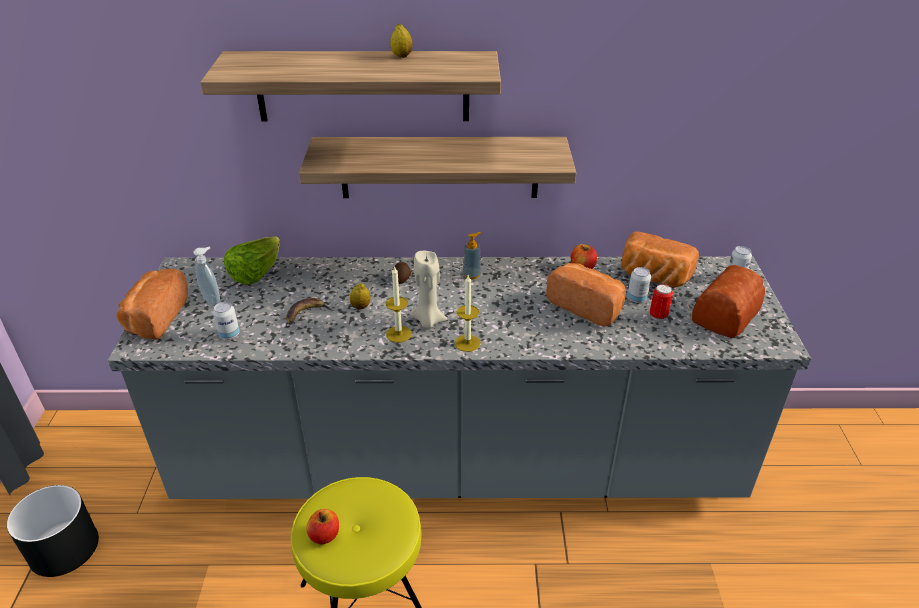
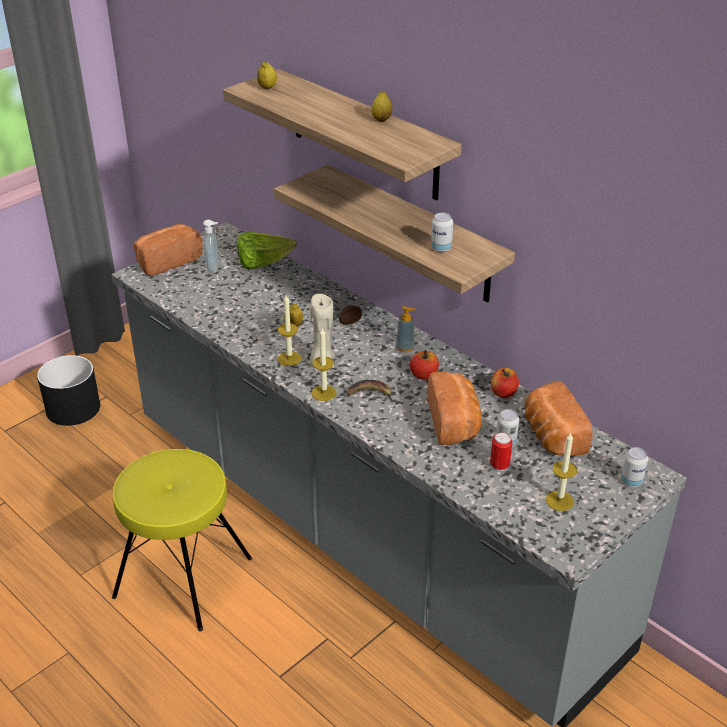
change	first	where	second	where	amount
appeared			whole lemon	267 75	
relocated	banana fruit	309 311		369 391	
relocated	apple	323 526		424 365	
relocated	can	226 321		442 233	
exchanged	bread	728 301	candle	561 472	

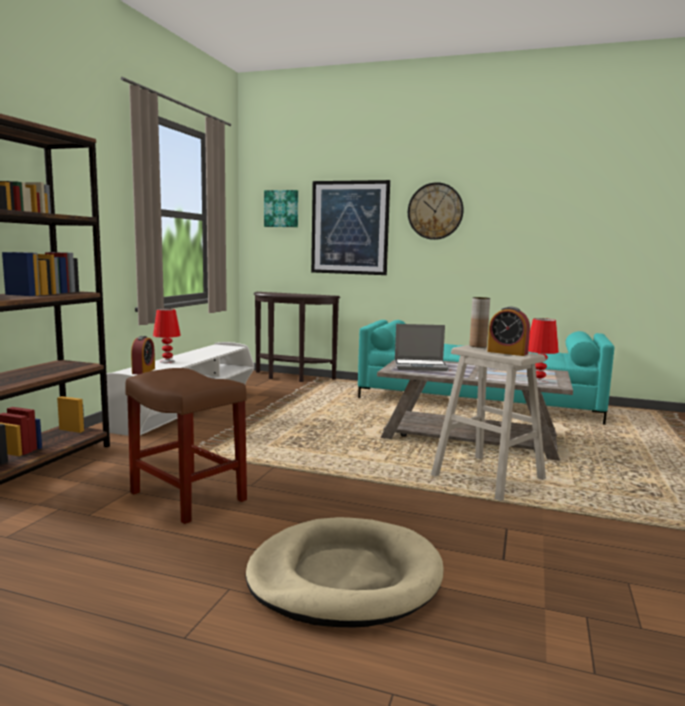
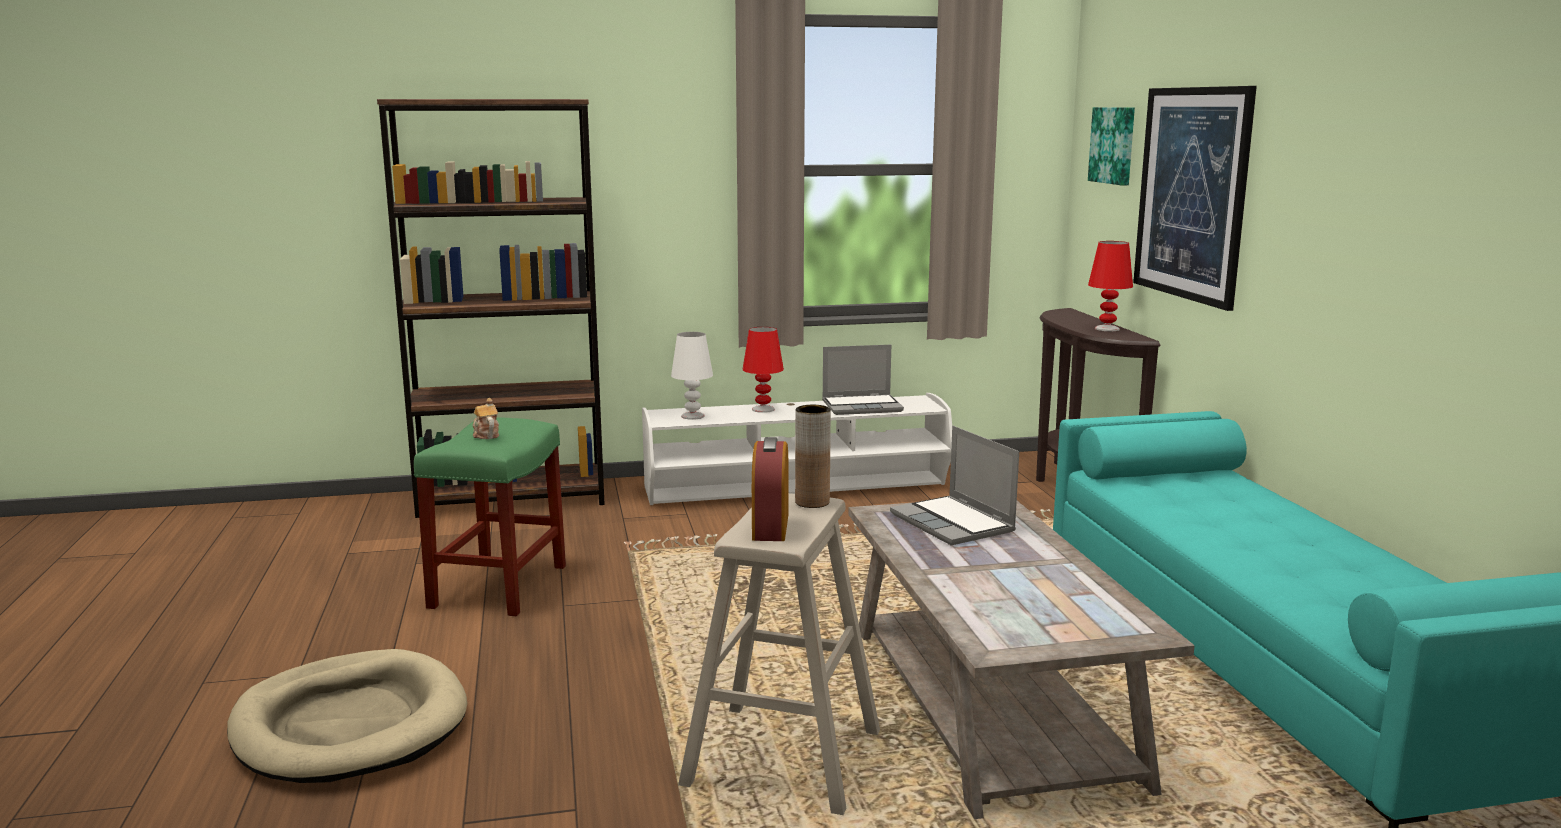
change	first	where	second	where	amount
colour	brown-coloured stool	186 446	green-coloured stool	490 517	
appeared			tea pot	485 418	
exchanged	bedside clock	143 355	white table lamp	692 376	
appeared			portable computer	863 380	
relocated	red-coloured table lamp	543 351		1110 286	
missing	wall clock	436 211			

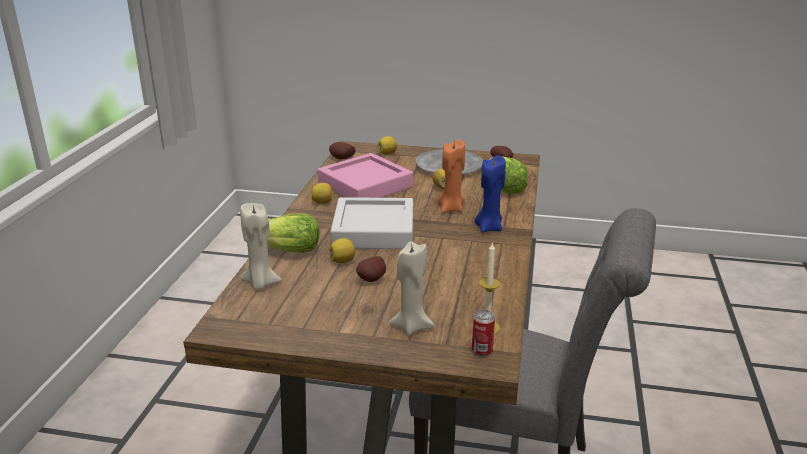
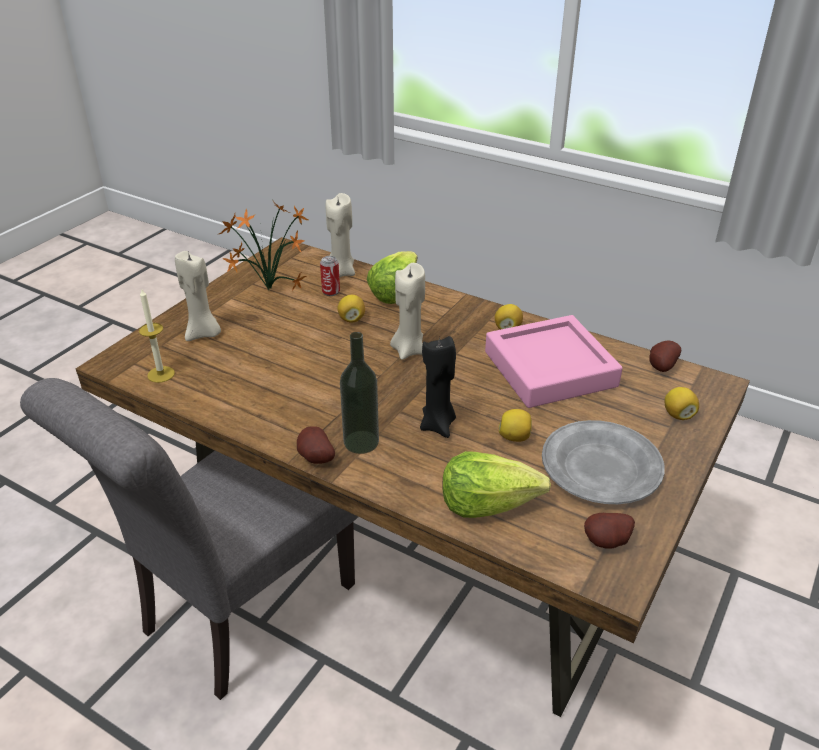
change	first	where	second	where	amount
appeared			houseplant	262 245	
relocated	potato	371 269		316 445	
relocated	can	483 333		330 276	
exchanged	bluish candle	490 194	drink bottle	359 393	
exchanged	grey tray	371 223	beige-coloured candle	407 311	
colour	orangey candle	451 175	blackish candle	438 387	

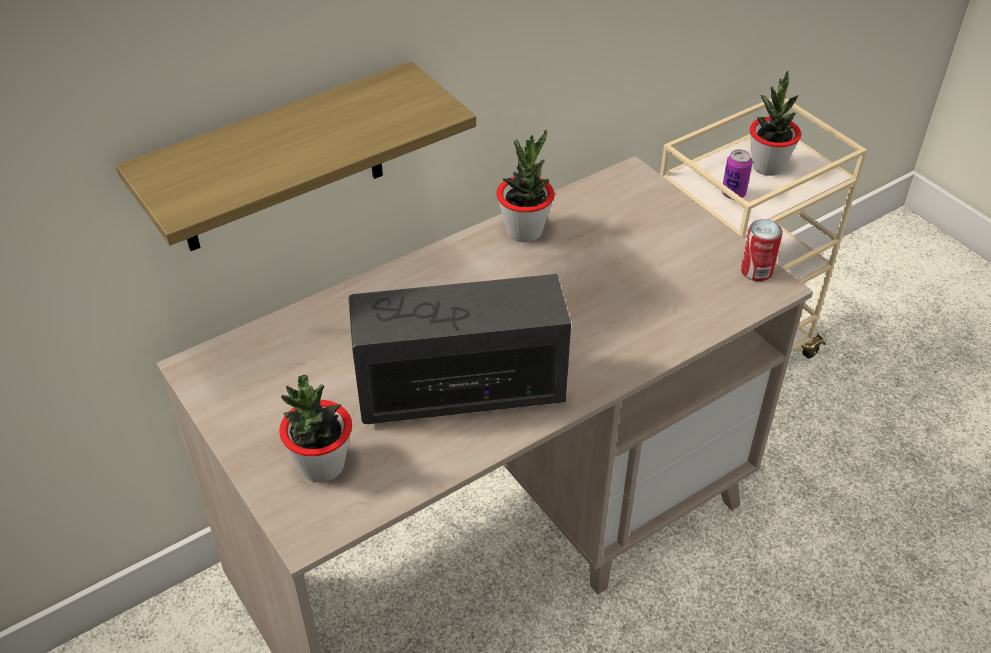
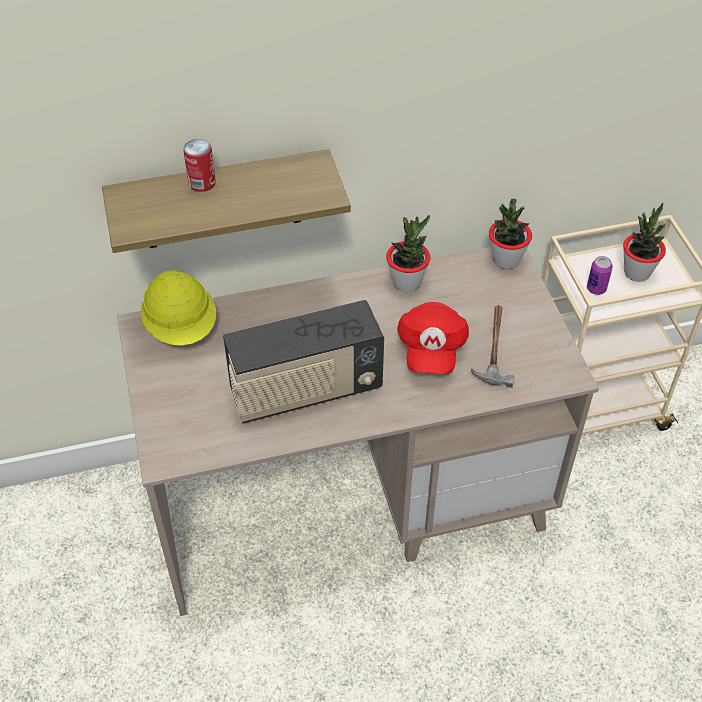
change	first	where	second	where	amount
appeared			yellow-coloured hard hat	178 307	
relocated	can	762 250		199 165	
spun	radio receiver	459 349		303 362	150 degrees clockwise
appeared			red-coloured baseball cap	433 338	
appeared			tool hammer	492 346	
relocated	houseplant	315 428		510 234	

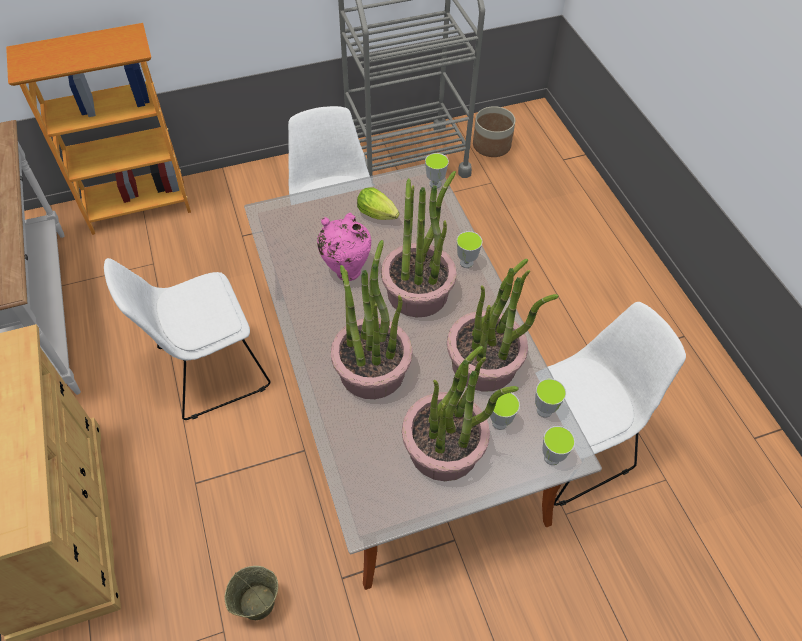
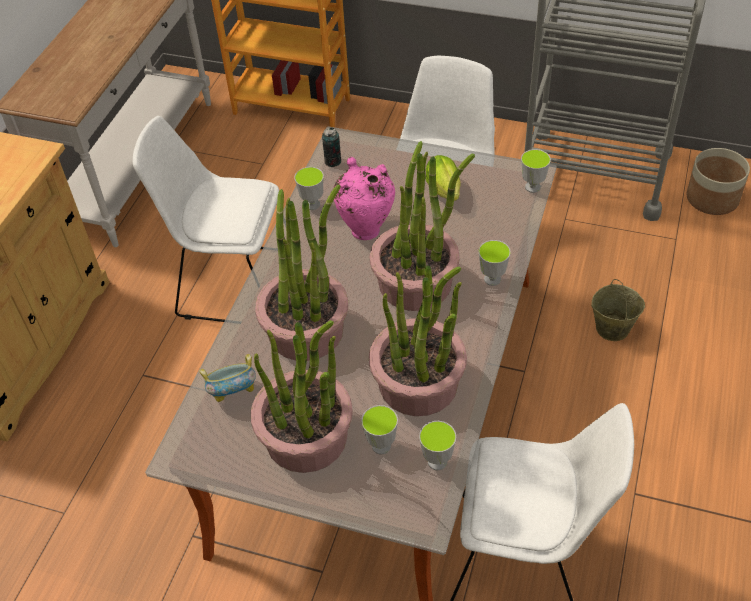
change	first	where	second	where	amount
appeared			bowl	227 378	
relocated	drinking cup	558 445		309 188	
appeared			can	331 147	
relocated	beige-coloured water bucket	251 593		618 310	

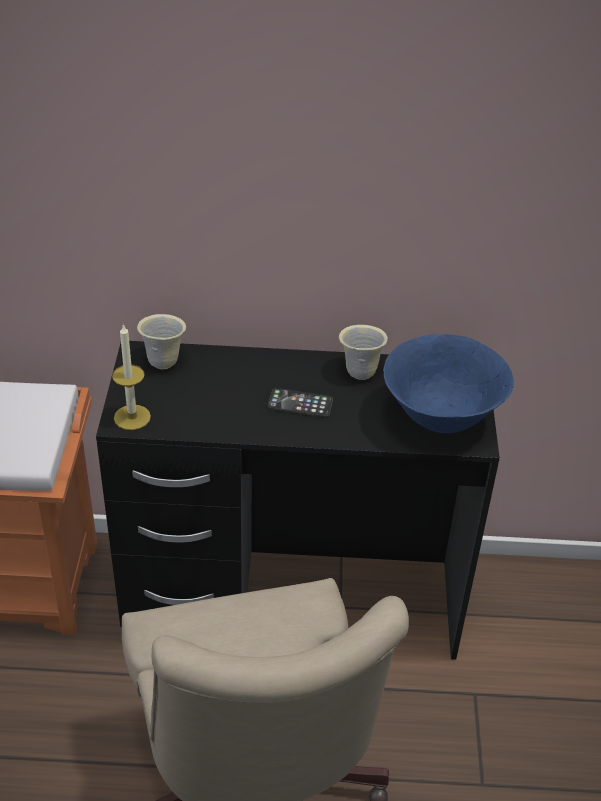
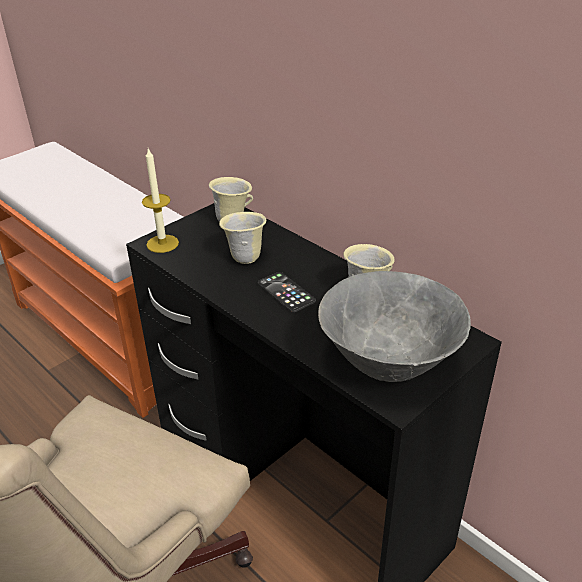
change	first	where	second	where	amount
appeared			beige-coloured tea mug	242 238	
colour	bluish bowl	448 383	grey bowl	394 326	

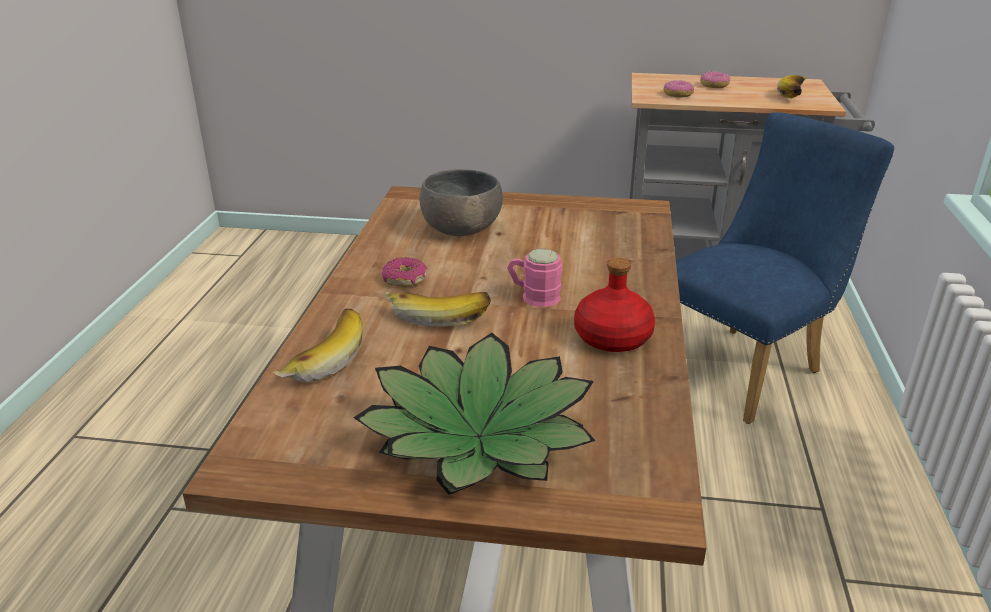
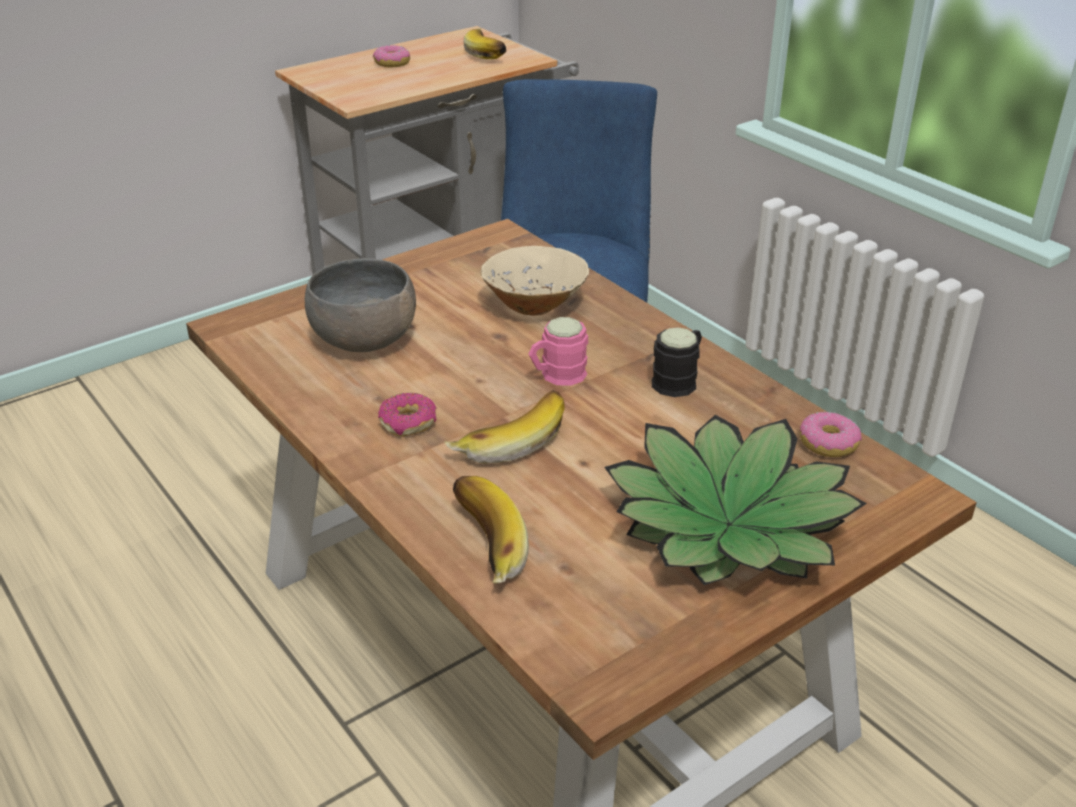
change	first	where	second	where	amount
appeared			beige-coloured bowl	534 281	
exchanged	red-coloured drink bottle	614 305	blackish tea mug	677 362	
relocated	ring doughnut	679 88		831 434	

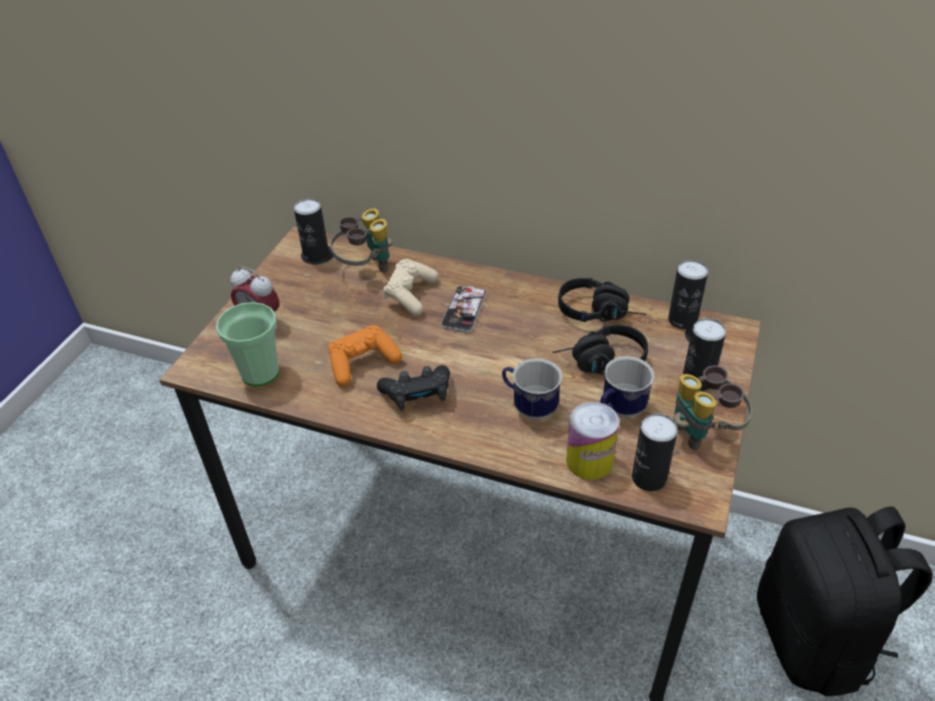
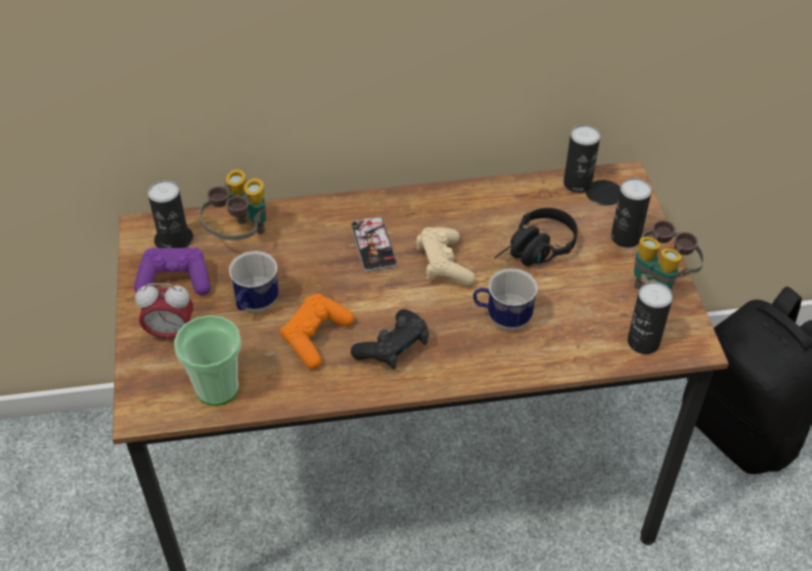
change	first	where	second	where	amount
appeared			purplish joypad	172 271	
relocated	tea mug	627 387		254 281	
relocated	beige-coloured joypad	410 287		445 256	
missing	blackish pair of headphones	602 300			
missing	can	592 441			

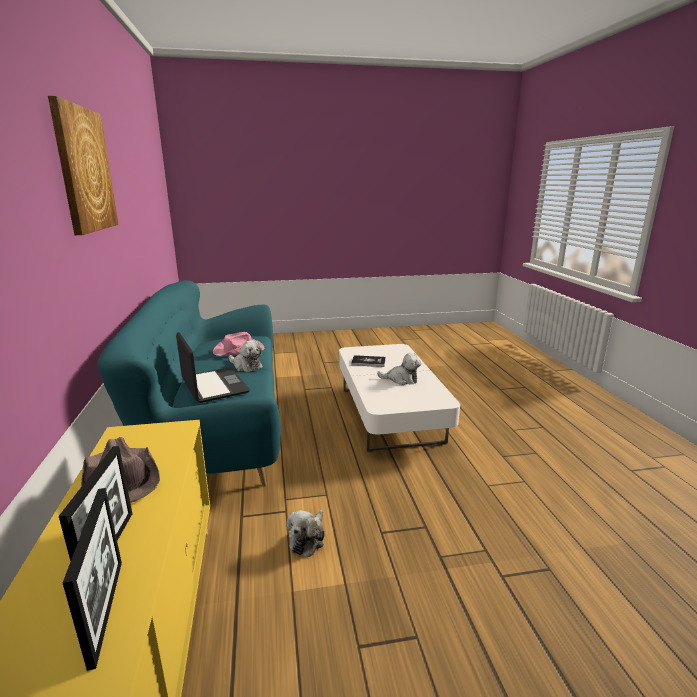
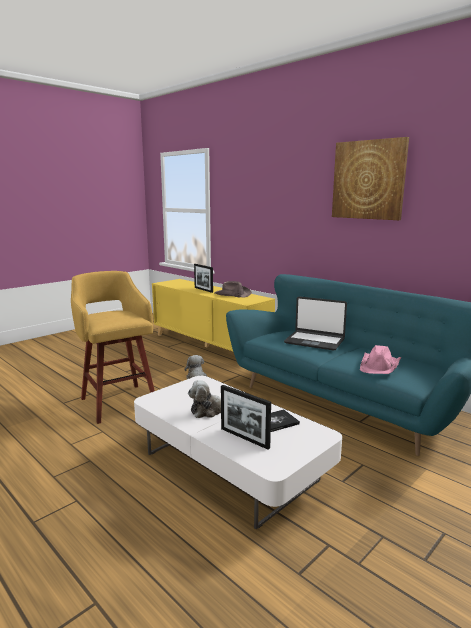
change	first	where	second	where	amount
appeared			yellow-coloured stool	113 347	
relocated	photo frame	92 579		246 417	
missing	cuddly toy	246 356			

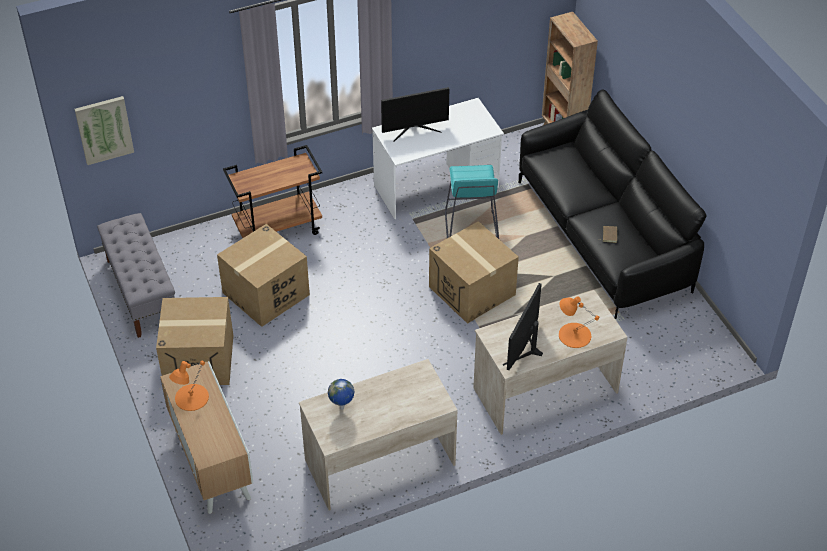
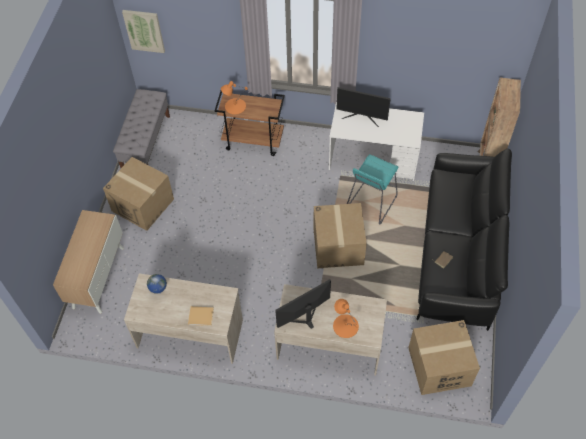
change	first	where	second	where	amount
appeared			beige-coloured volume	201 316	
relocated	orangey table lamp	189 386		234 98	
relocated	cardboard box	263 275		444 357	

